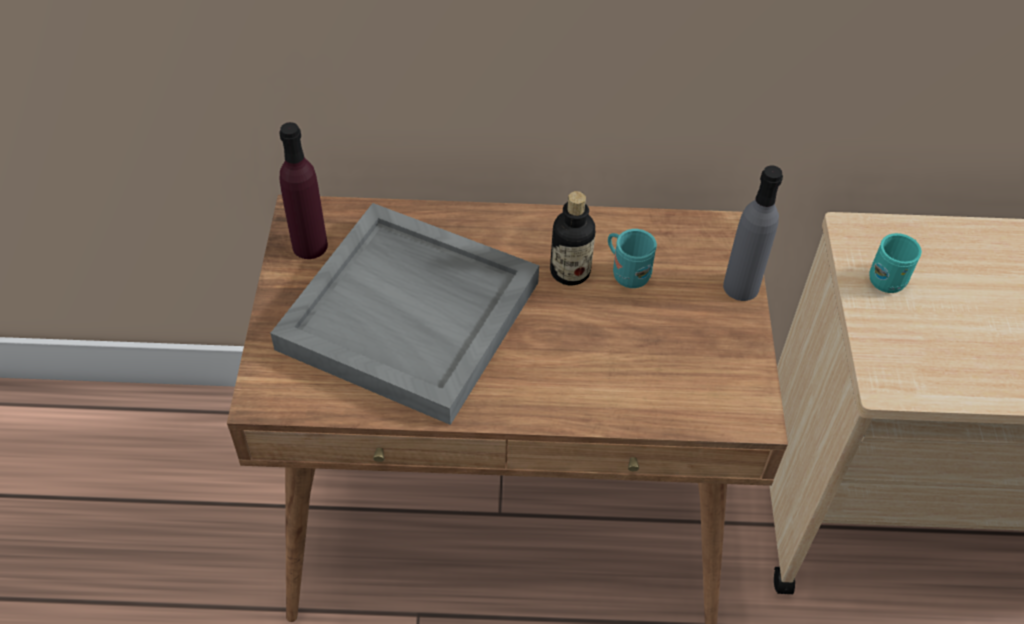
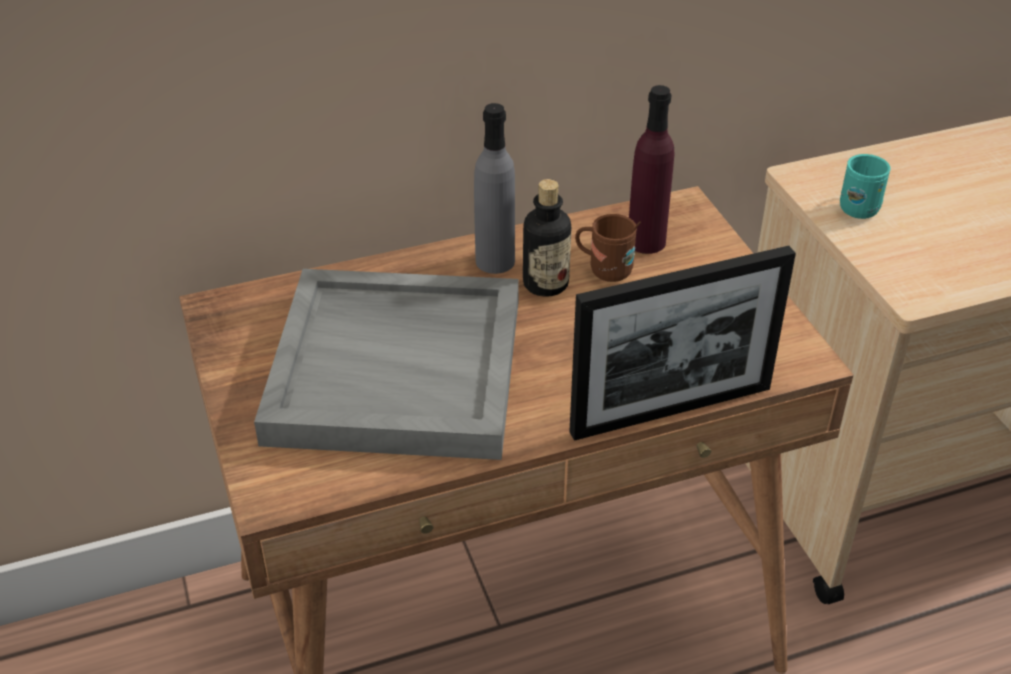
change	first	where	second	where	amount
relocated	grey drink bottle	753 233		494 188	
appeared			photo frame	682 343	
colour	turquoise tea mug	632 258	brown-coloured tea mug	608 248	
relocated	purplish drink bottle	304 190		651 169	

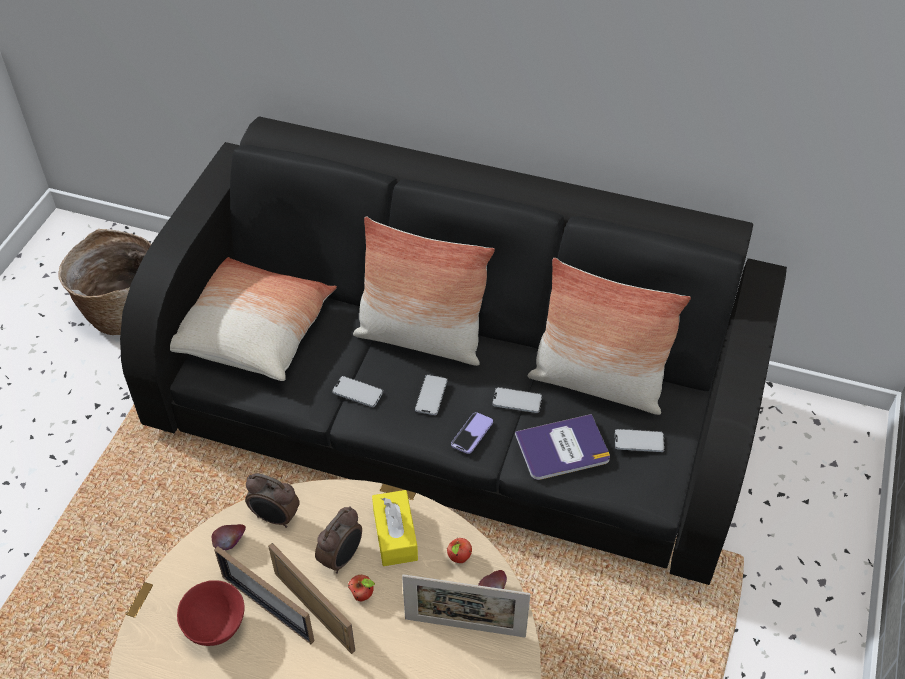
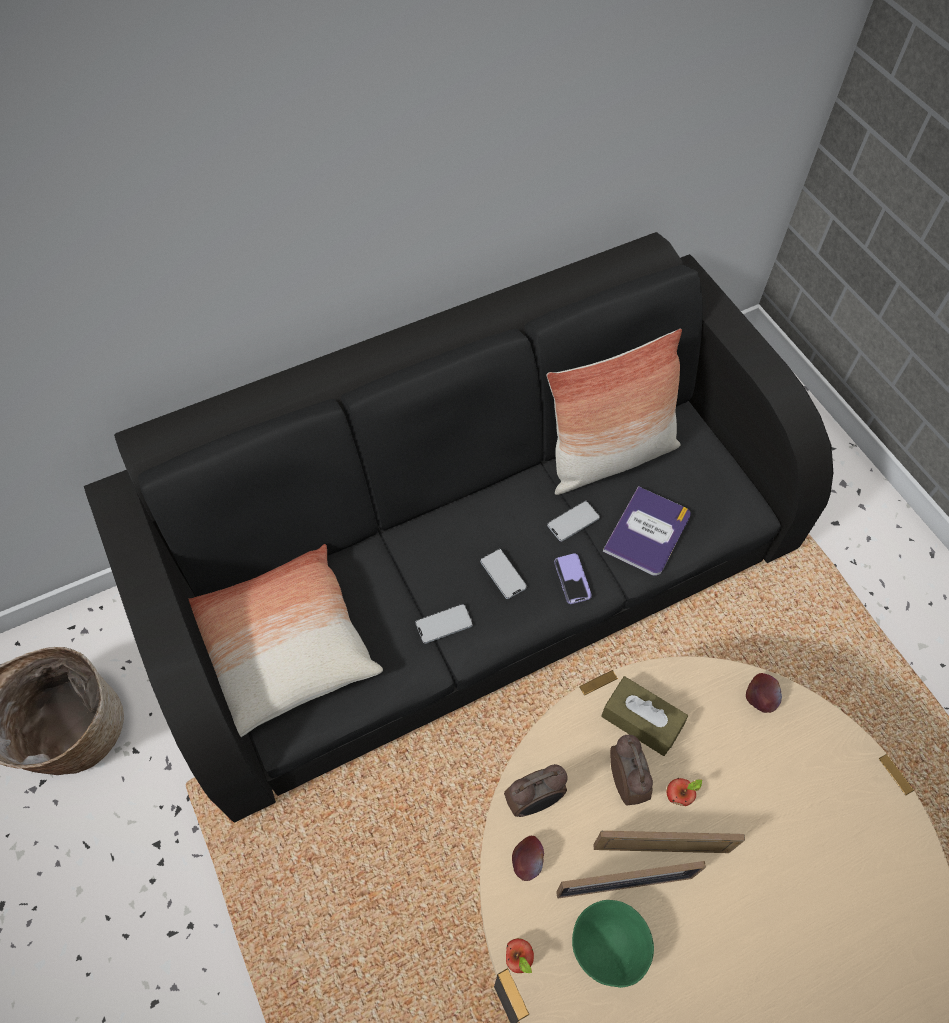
change	first	where	second	where	amount
relocated	apple	459 550		520 955	
colour	red-coloured bowl	211 613	green-coloured bowl	613 944	
colour	yellow-coloured box of tissues	395 528	brown-coloured box of tissues	644 716	
missing	cushion	424 291			
missing	photo frame	466 605			
missing	handset	640 440			

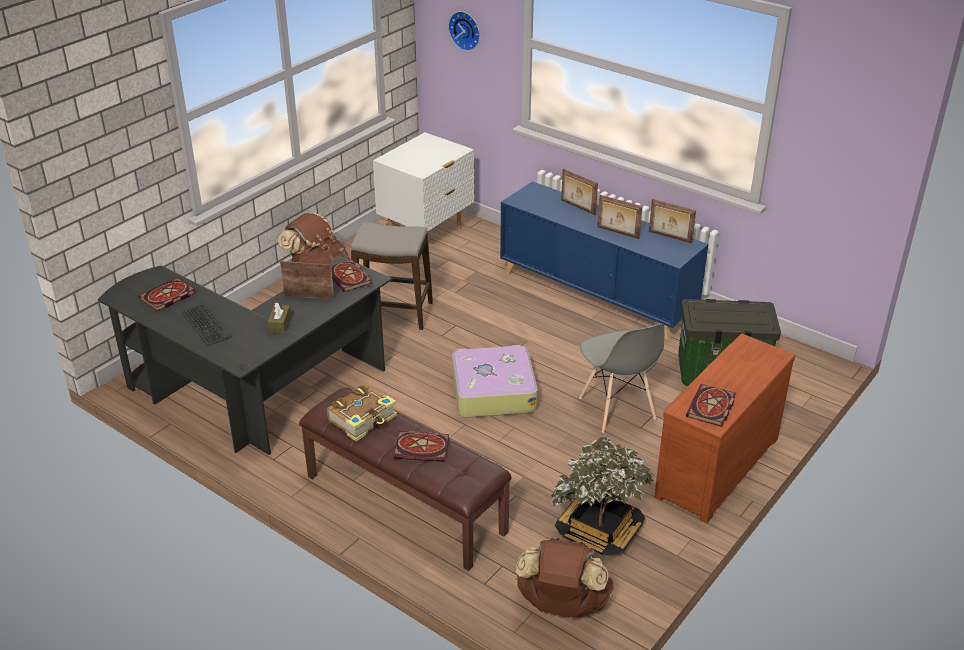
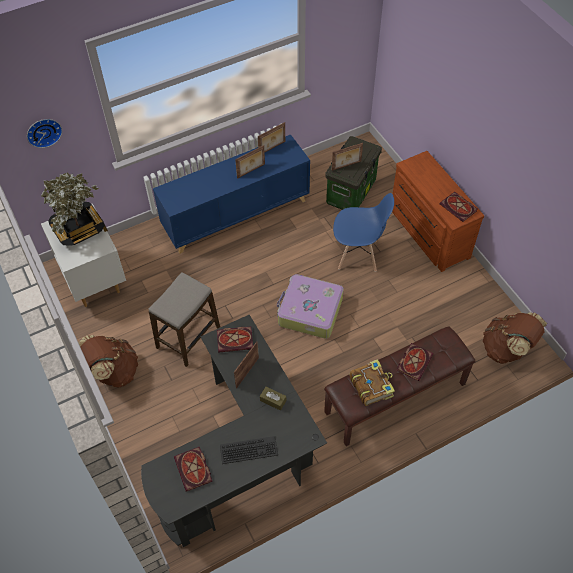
change	first	where	second	where	amount
relocated	houseplant	603 495		73 209	
relocated	photo frame	579 192		347 157	
colour	grey upright chair	622 378	bluish upright chair	363 232	

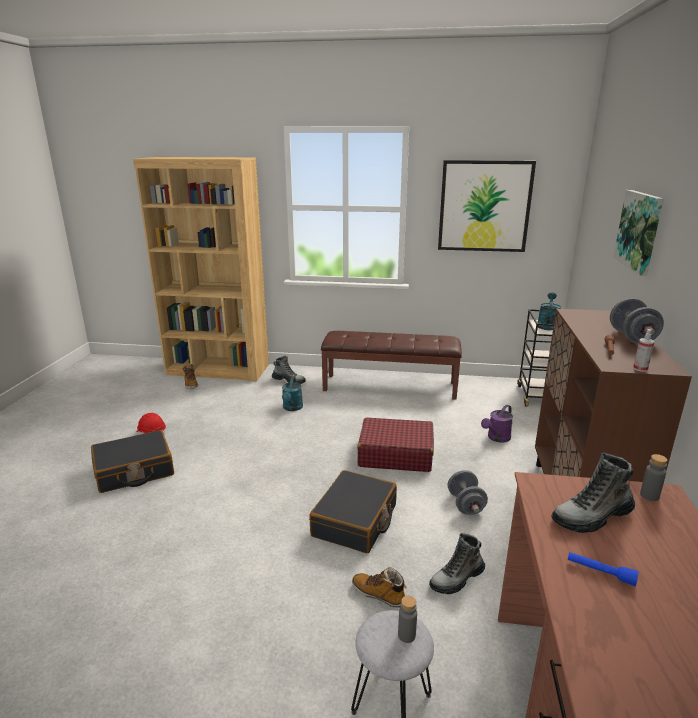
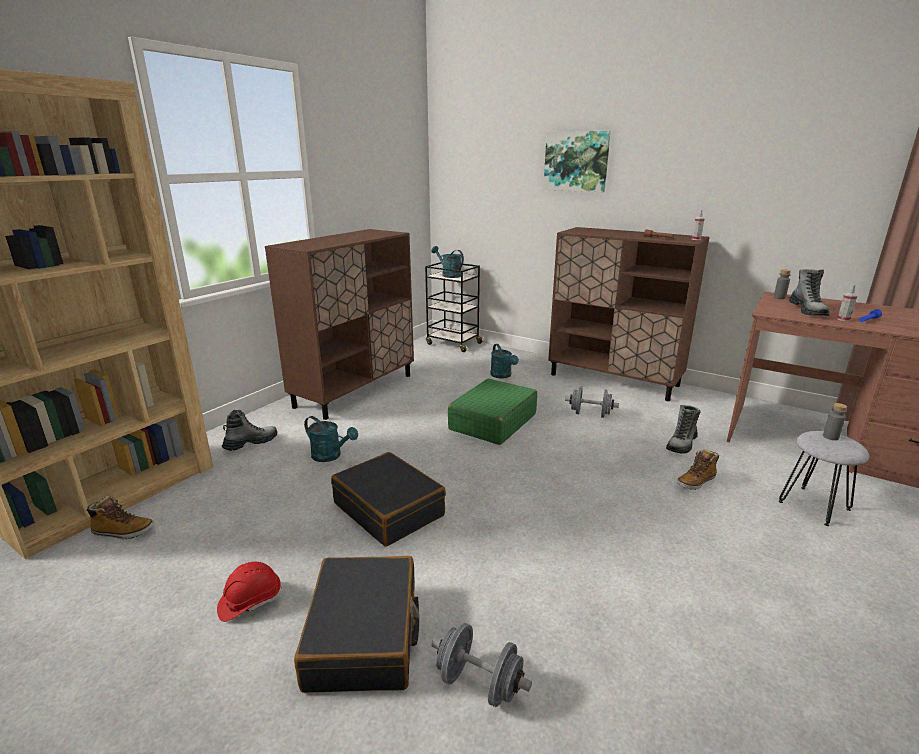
change	first	where	second	where	amount
exchanged	brown-coloured indoor bench	391 365	brown-coloured cabinet	339 324	
relocated	blackish travel case	353 512		388 499	
relocated	grey free weight	637 321		482 665	
colour	red-coloured travel case	395 445	green-coloured travel case	492 412	
colour	purplish watering pot	497 423	turquoise watering pot	505 361	
spun	boot	457 563		683 429	45 degrees clockwise
appeared			sprayer	847 302	
missing	picture	487 206			

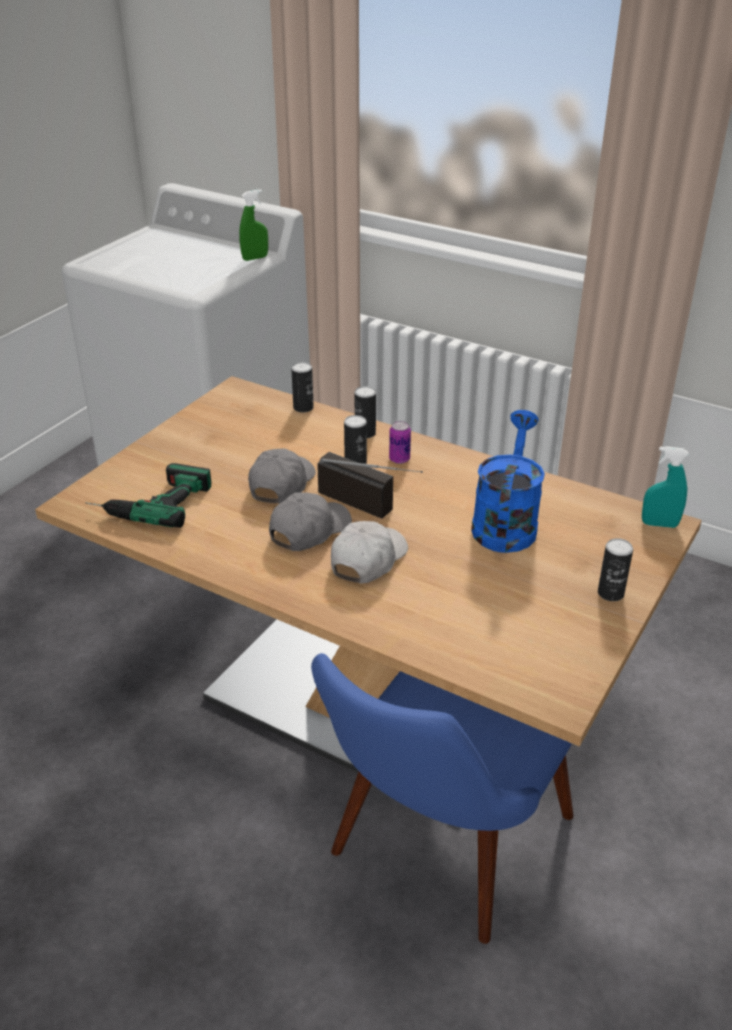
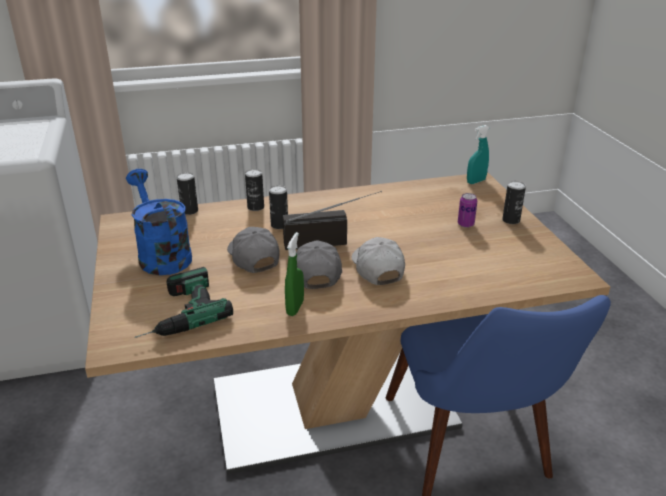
change	first	where	second	where	amount
relocated	bluish watering pot	508 481		159 222	
relocated	green-coloured sprayer	253 225		294 274	
relocated	can	400 442		467 210	

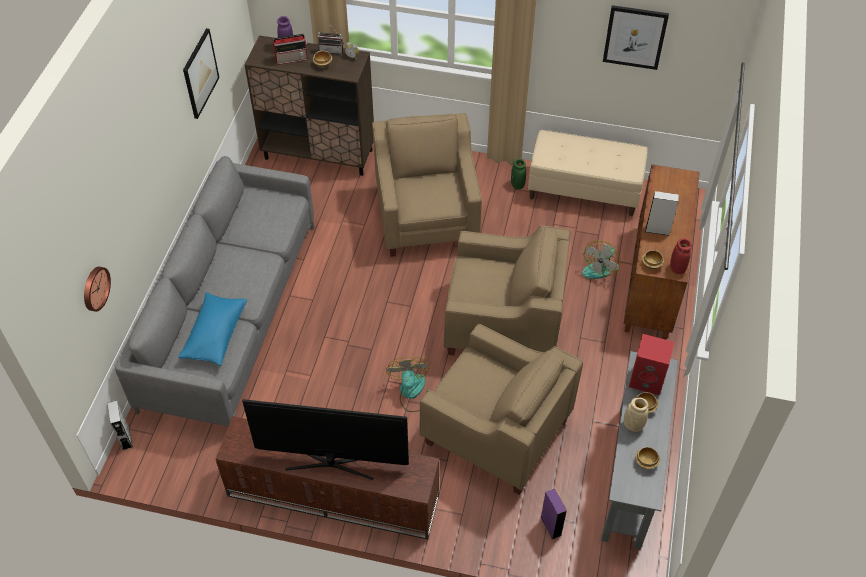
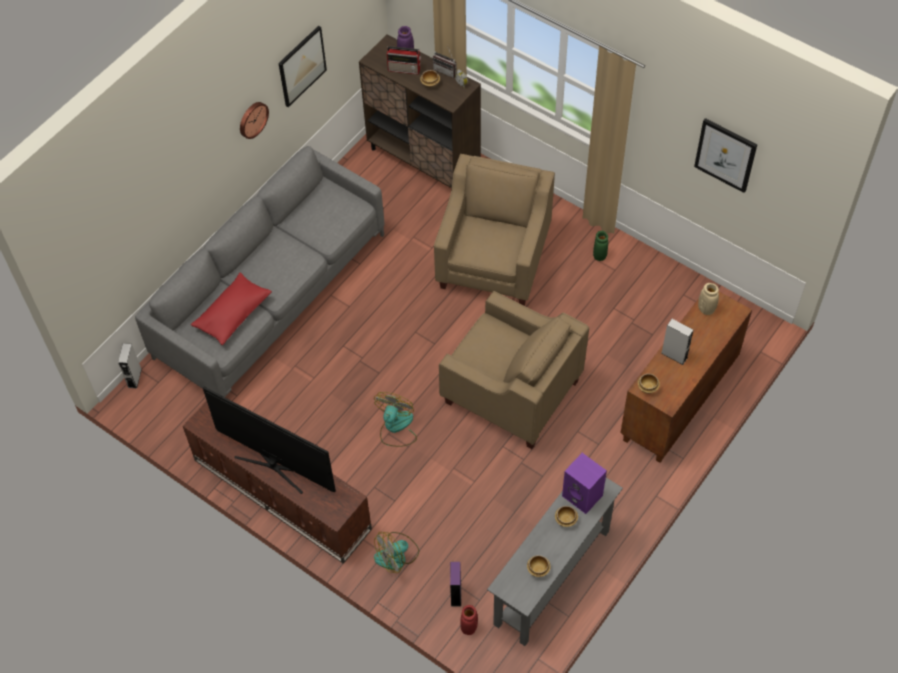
change	first	where	second	where	amount
colour	bluish cushion	212 329	red-coloured cushion	231 309	
relocated	wall clock	97 289		254 120	
relocated	fan	601 260		396 552	
relocated	red-coloured decorative vase	681 256		469 620	
colour	red-coloured audio speaker	651 364	purplish audio speaker	584 483	
relocated	beige-coloured decorative vase	636 415		708 299	
missing	beige-coloured armchair	501 409			
missing	beige-coloured indoor bench	588 173			

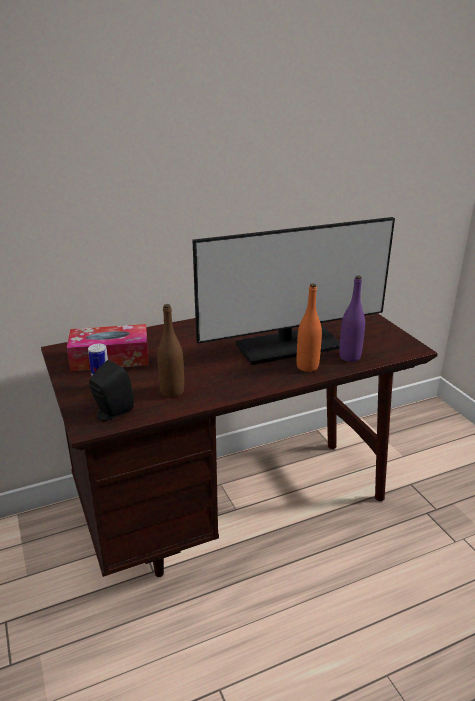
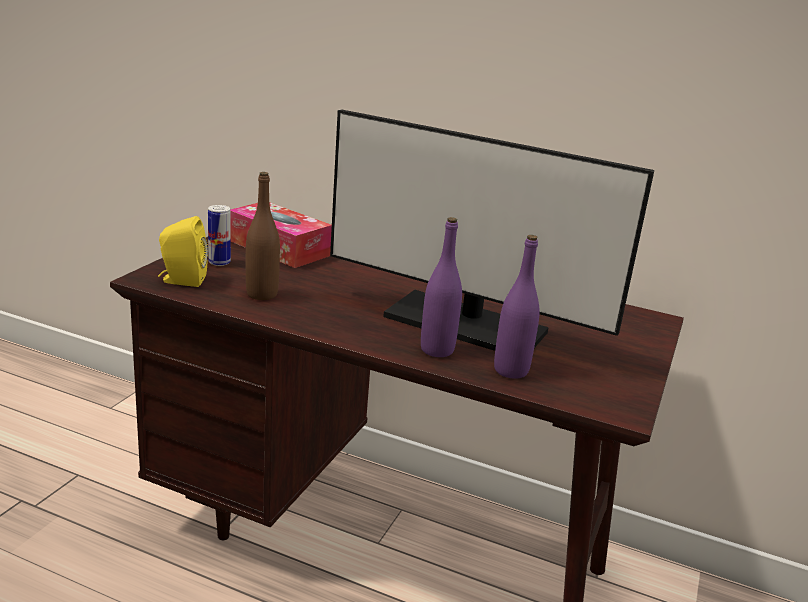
change	first	where	second	where	amount
colour	blackish audio speaker	111 390	yellow-coloured audio speaker	183 251	
colour	orangey drink bottle	309 327	purplish drink bottle	441 287	

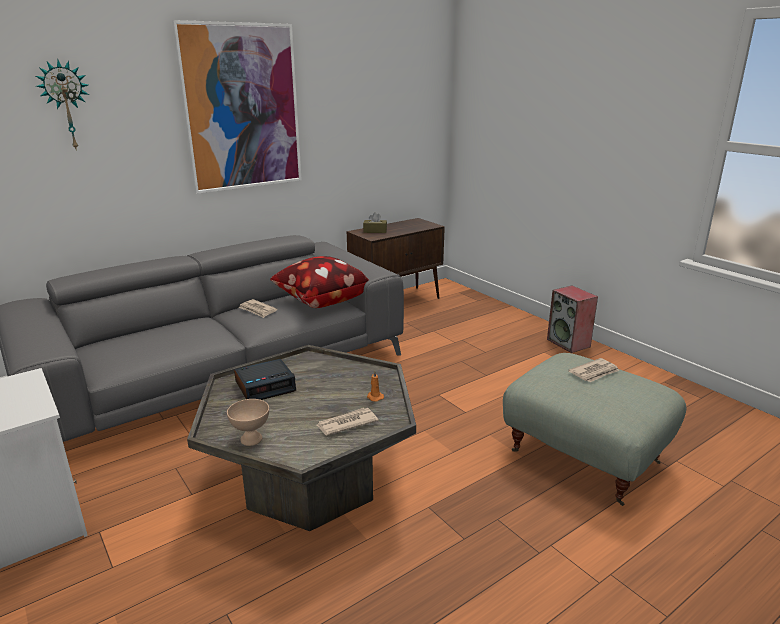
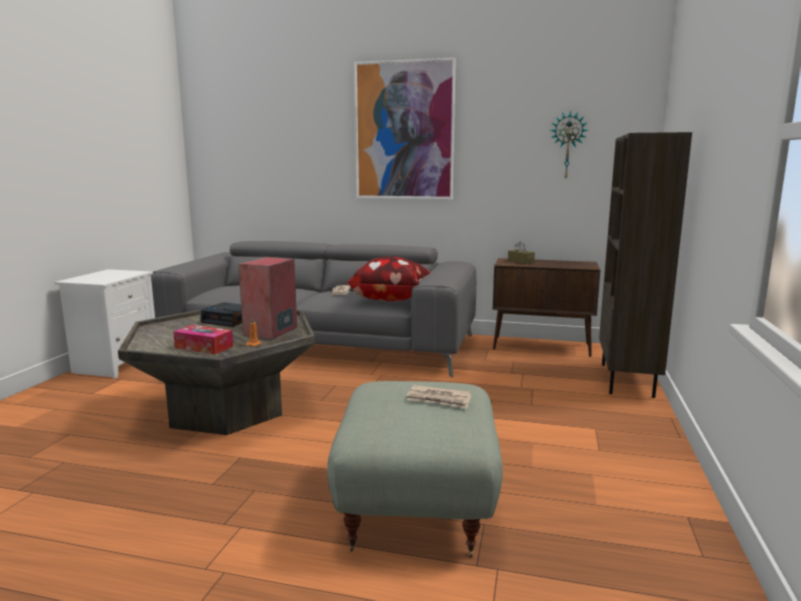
change	first	where	second	where	amount
exchanged	daily paper	348 421	box of tissues	203 340	
relocated	audio speaker	572 319		267 298	
relocated	wall clock	62 105		569 144	
appeared			brown-coloured shelving unit	645 265	
missing	beige-coloured bowl	248 422			

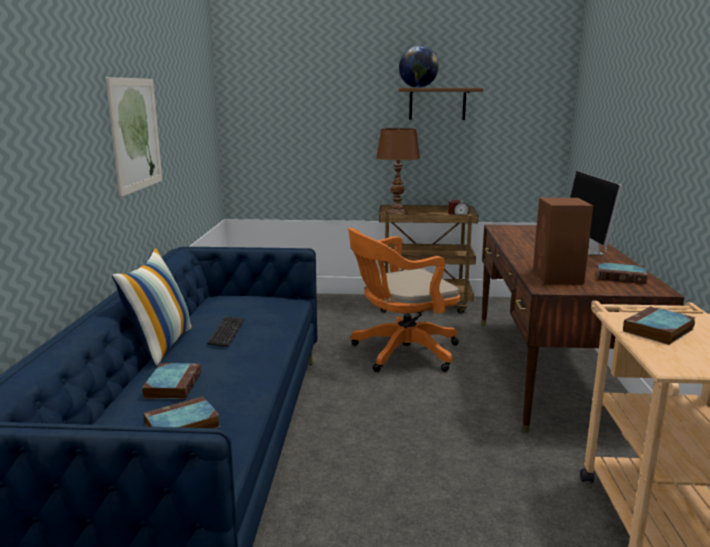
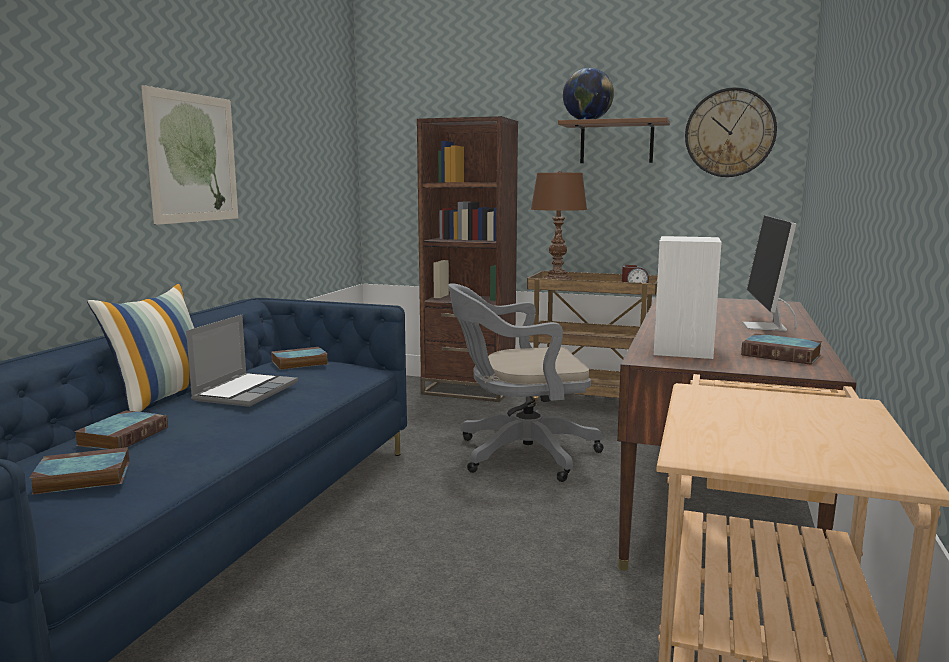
change	first	where	second	where	amount
exchanged	computer keyboard	225 331	portable computer	242 361	
relocated	volume	659 325		299 358	
appeared			brown-coloured shelving unit	467 259	
colour	orangey computer chair	404 300	grey computer chair	526 382	
colour	brown-coloured audio speaker	563 241	white audio speaker	688 297	
appeared			wall clock	731 132	

